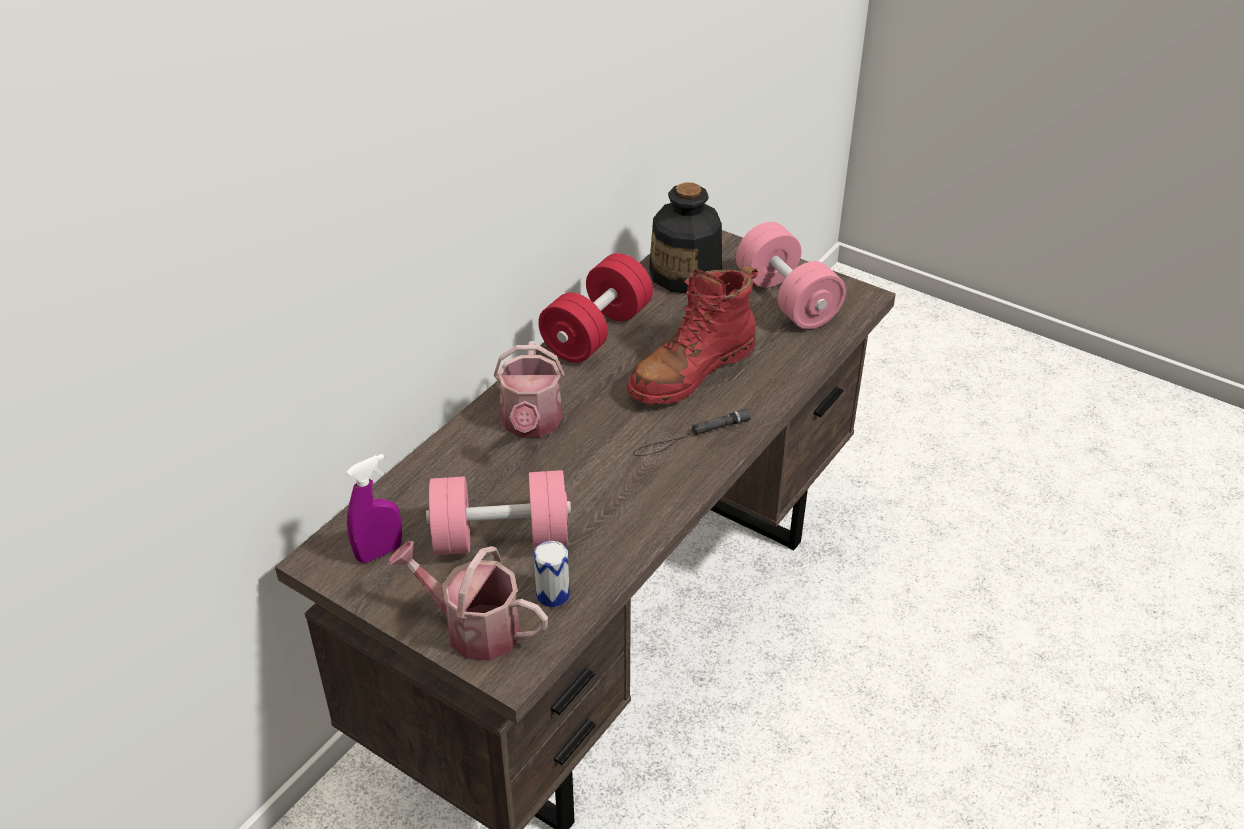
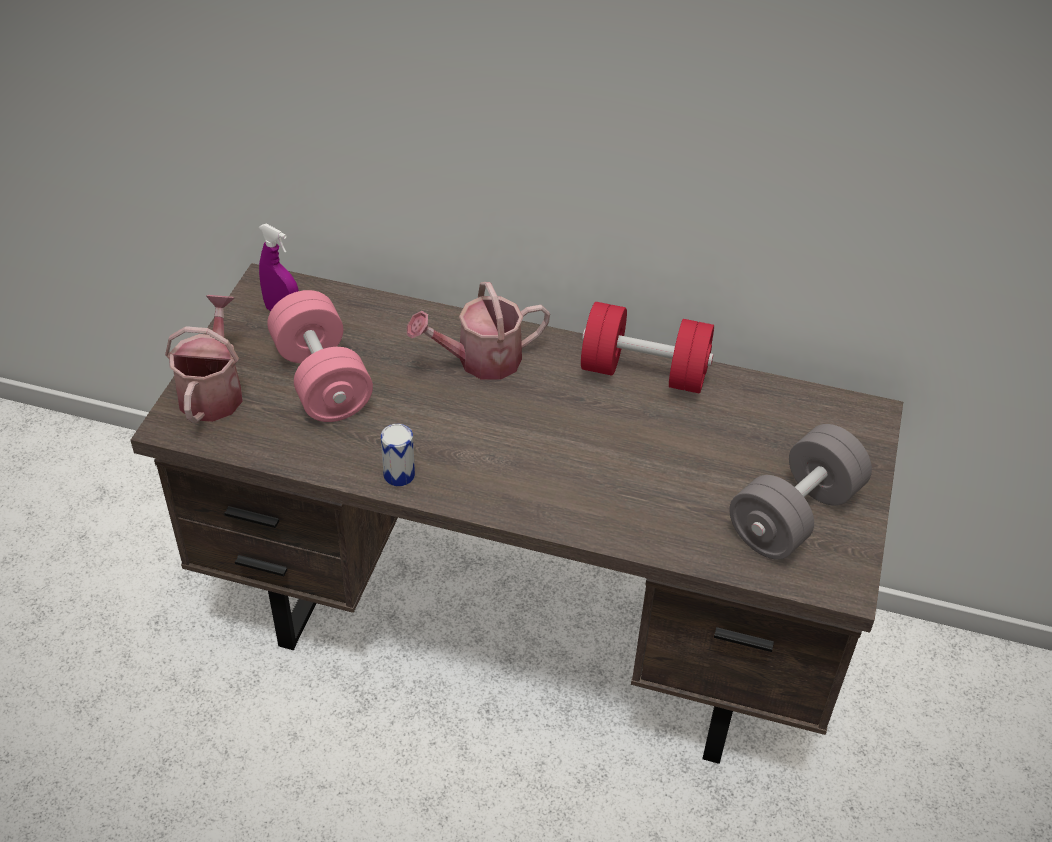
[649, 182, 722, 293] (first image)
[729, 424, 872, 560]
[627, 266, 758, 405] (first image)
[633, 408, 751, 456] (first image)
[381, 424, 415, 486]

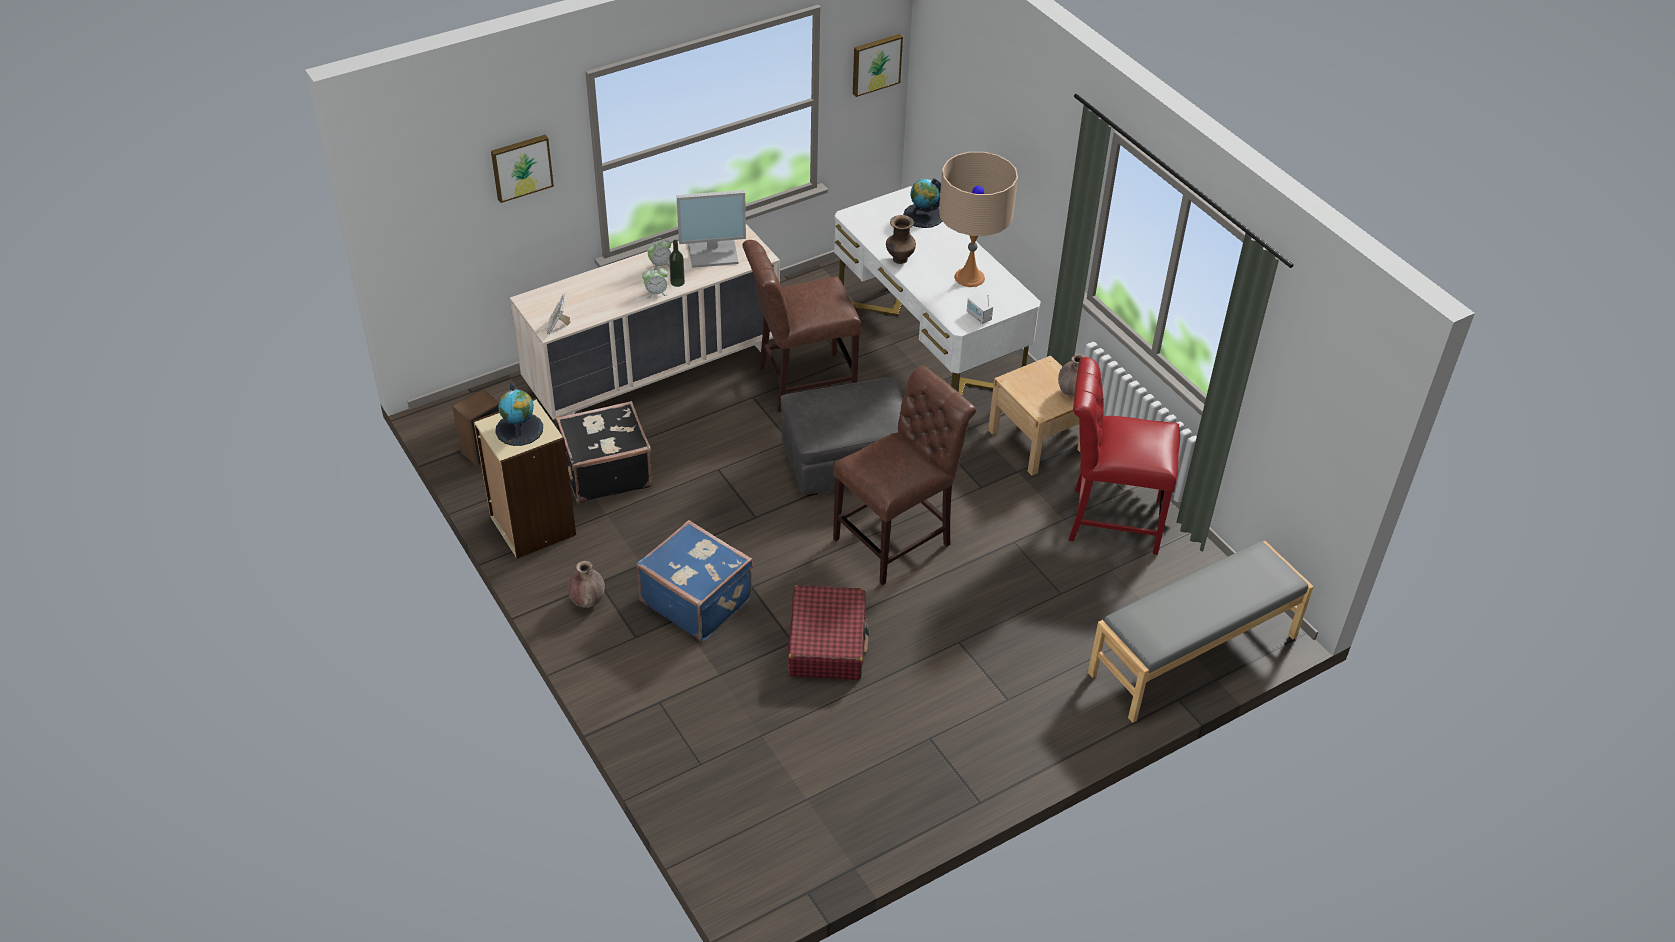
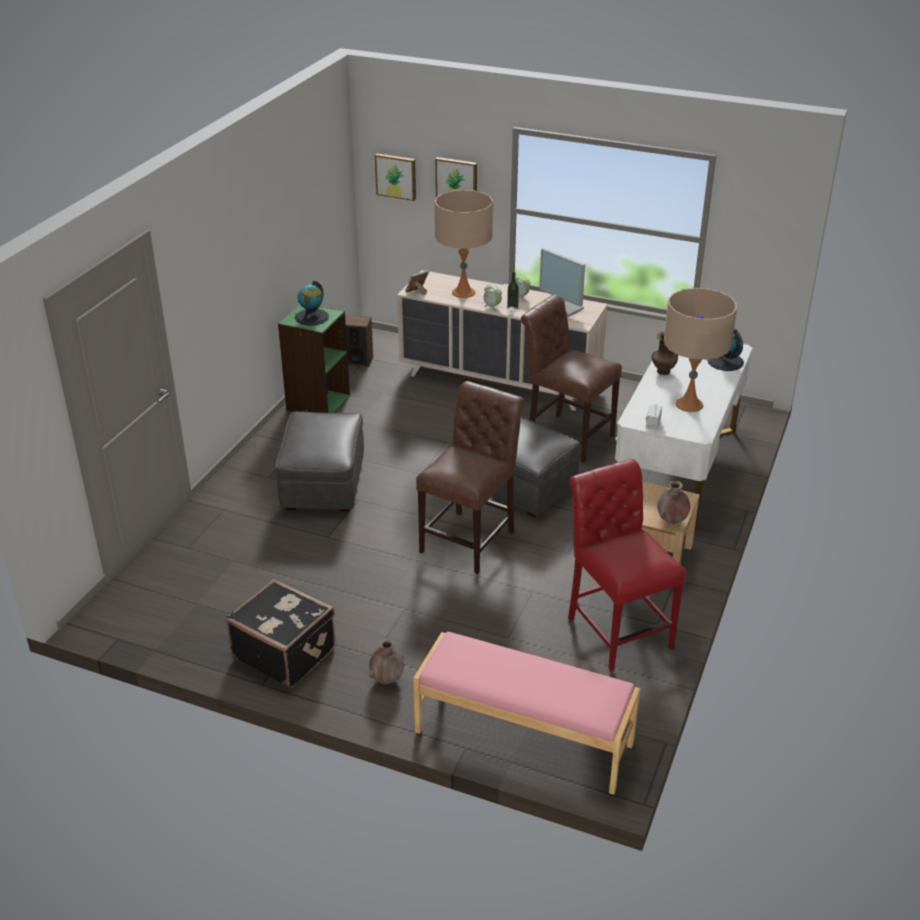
[375, 153, 416, 201]
[416, 381, 525, 574]
[278, 305, 350, 413]
[226, 579, 336, 688]
[275, 411, 364, 512]
[413, 632, 640, 795]
[369, 639, 404, 685]
[788, 585, 869, 680] (first image)
[435, 190, 493, 298]

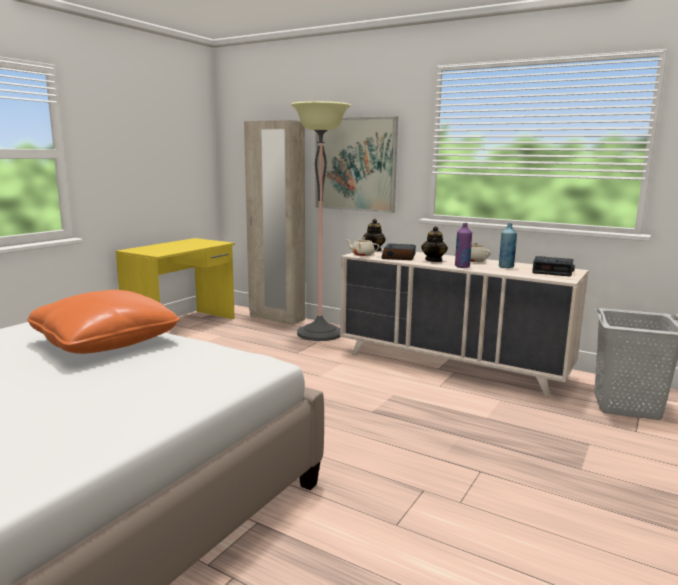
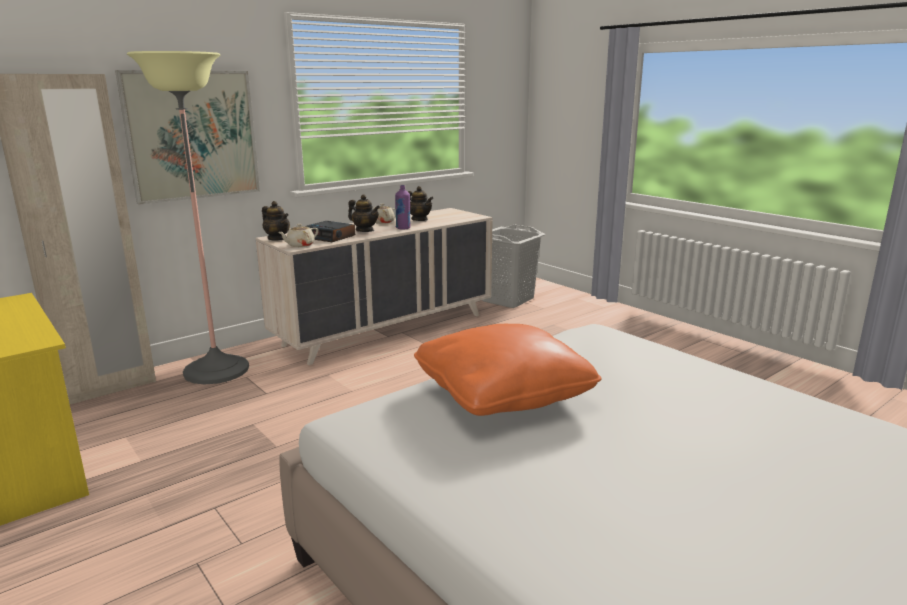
[408, 186, 433, 221]
[532, 256, 575, 276] (first image)

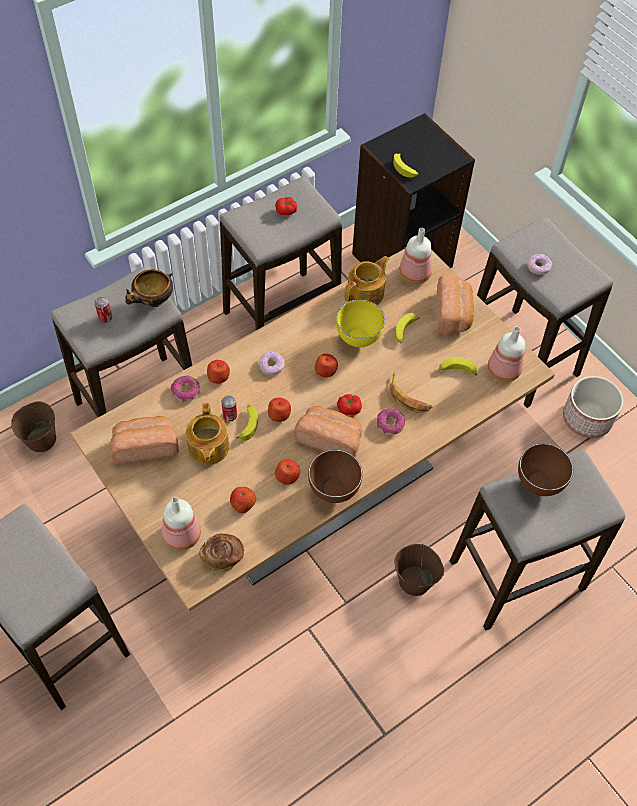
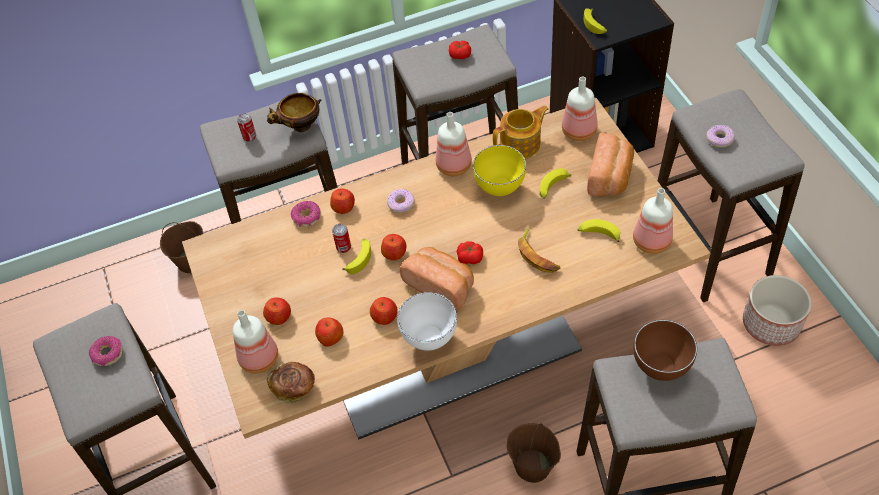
[263, 297, 291, 325]
[186, 403, 230, 465] (first image)
[89, 336, 123, 366]
[110, 416, 179, 464] (first image)
[397, 292, 457, 351]
[436, 112, 472, 176]

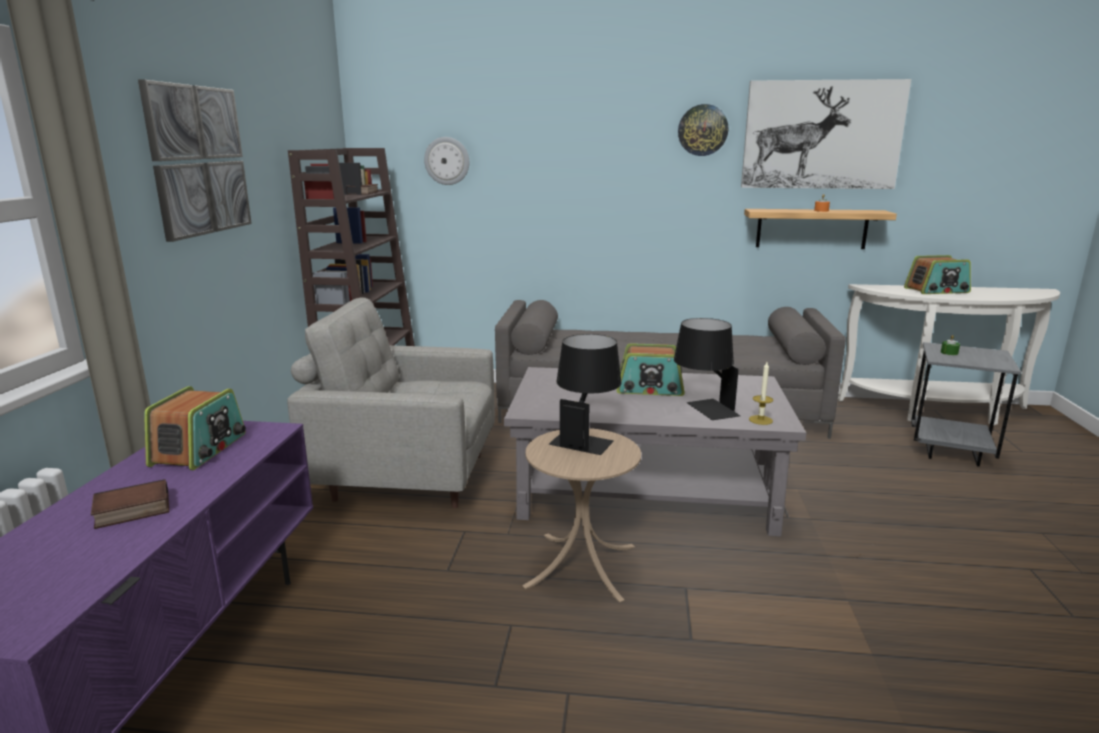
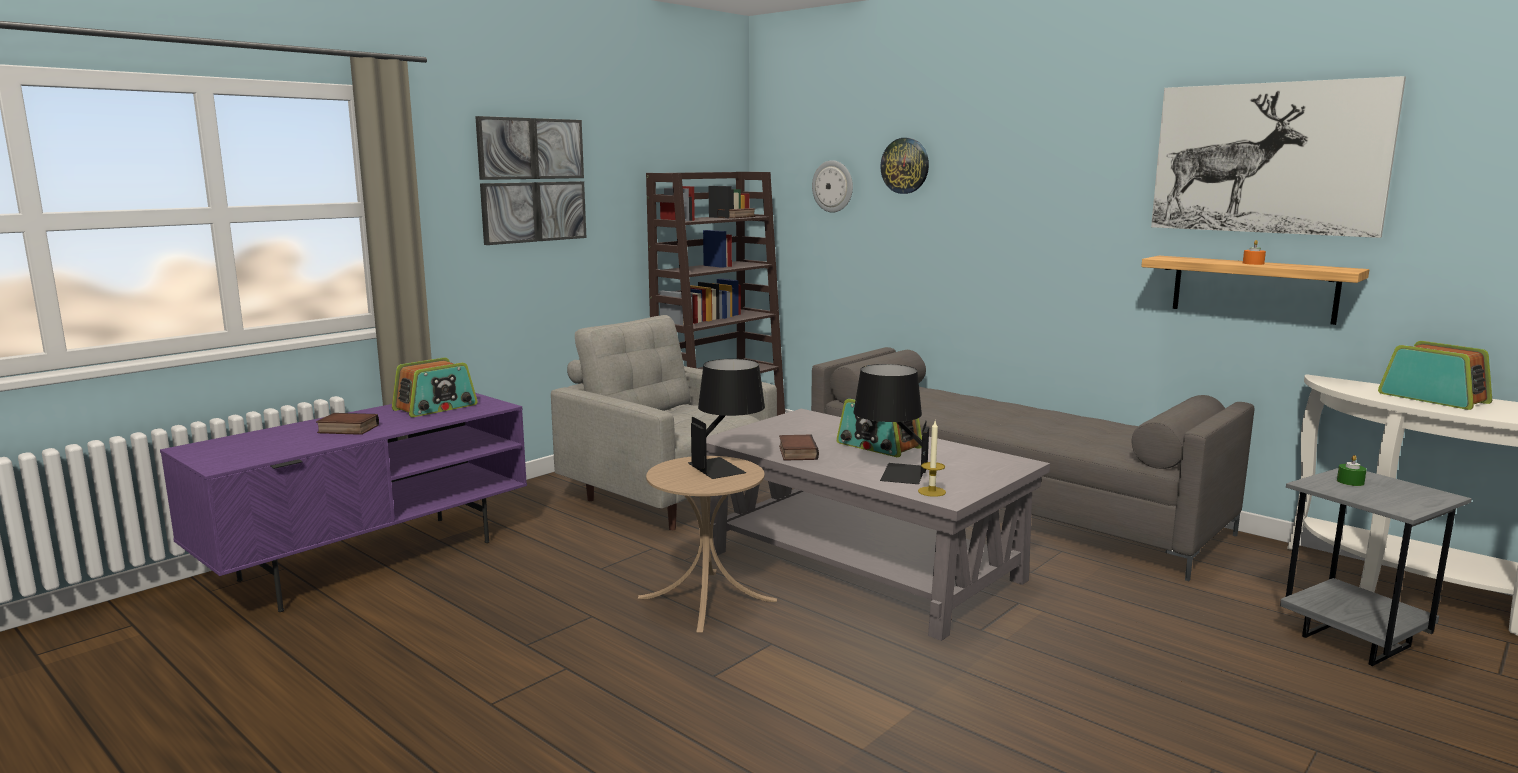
[880, 138, 929, 194]
[1378, 341, 1492, 410]
[779, 434, 819, 461]

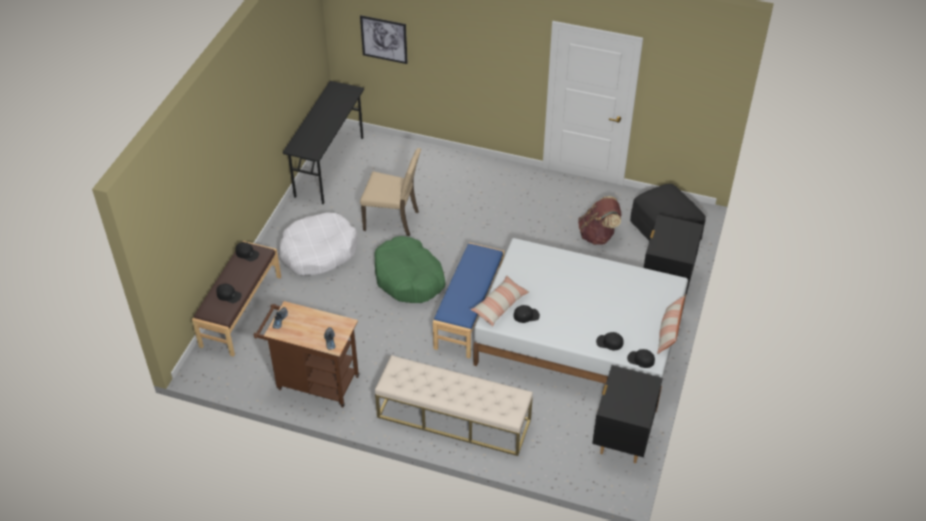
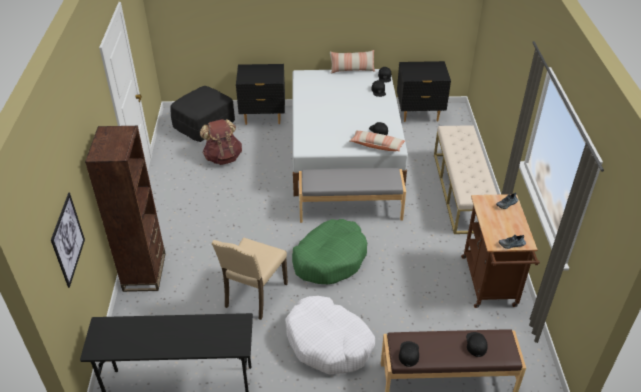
[212, 237, 288, 320]
[299, 168, 406, 223]
[85, 126, 166, 292]

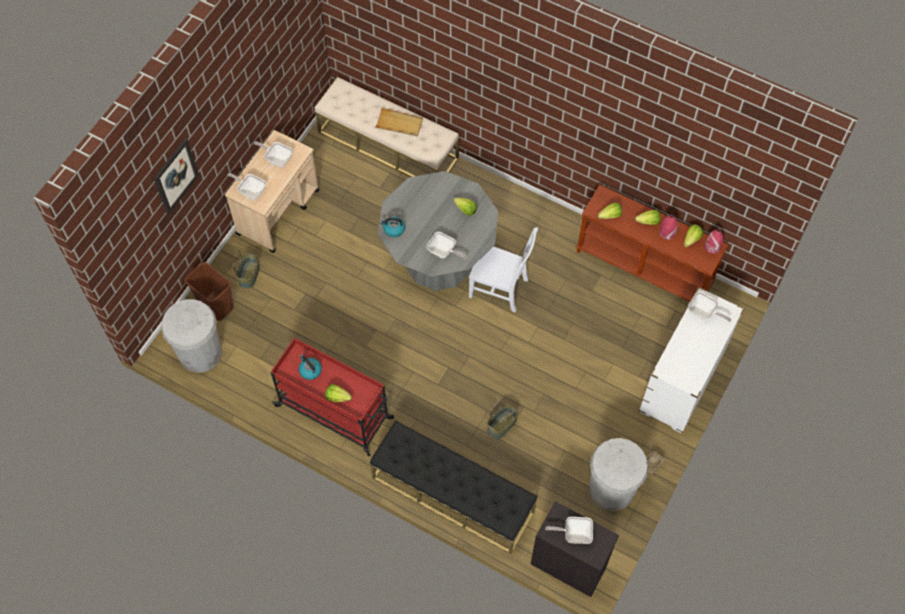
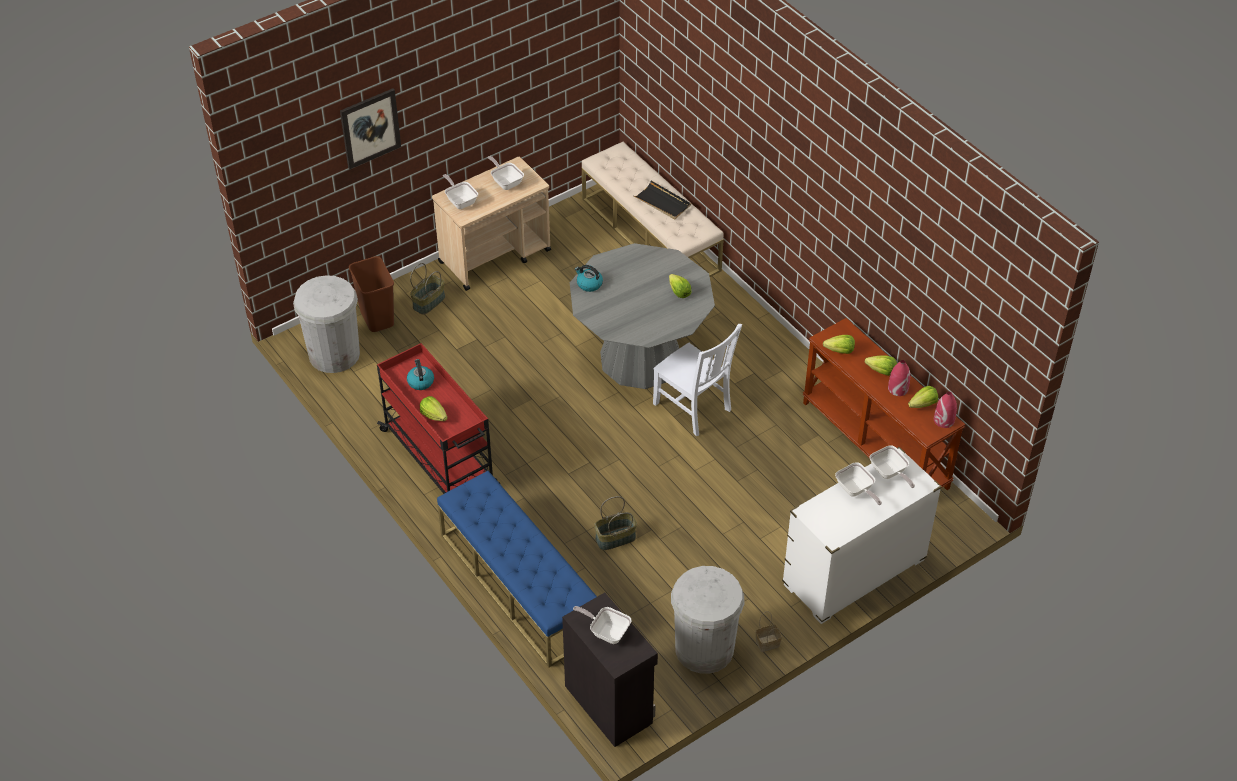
[633, 180, 691, 220]
[835, 462, 882, 505]
[437, 471, 597, 667]

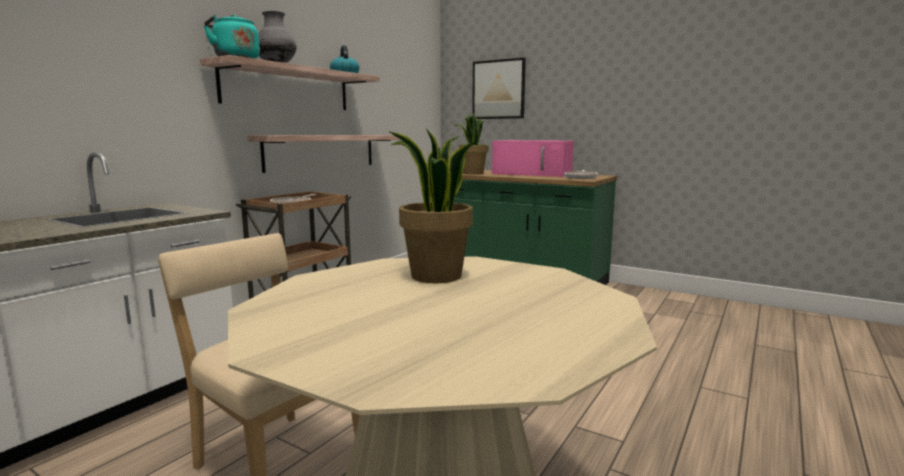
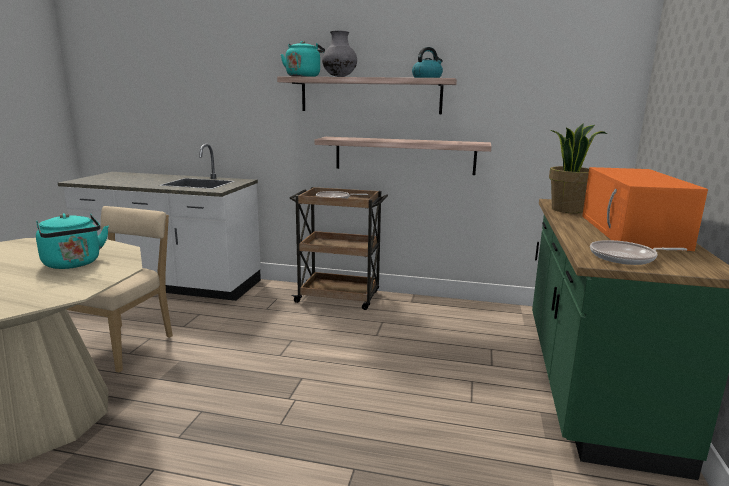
[472, 57, 526, 119] (first image)
[36, 213, 109, 269]
[582, 167, 708, 251]

